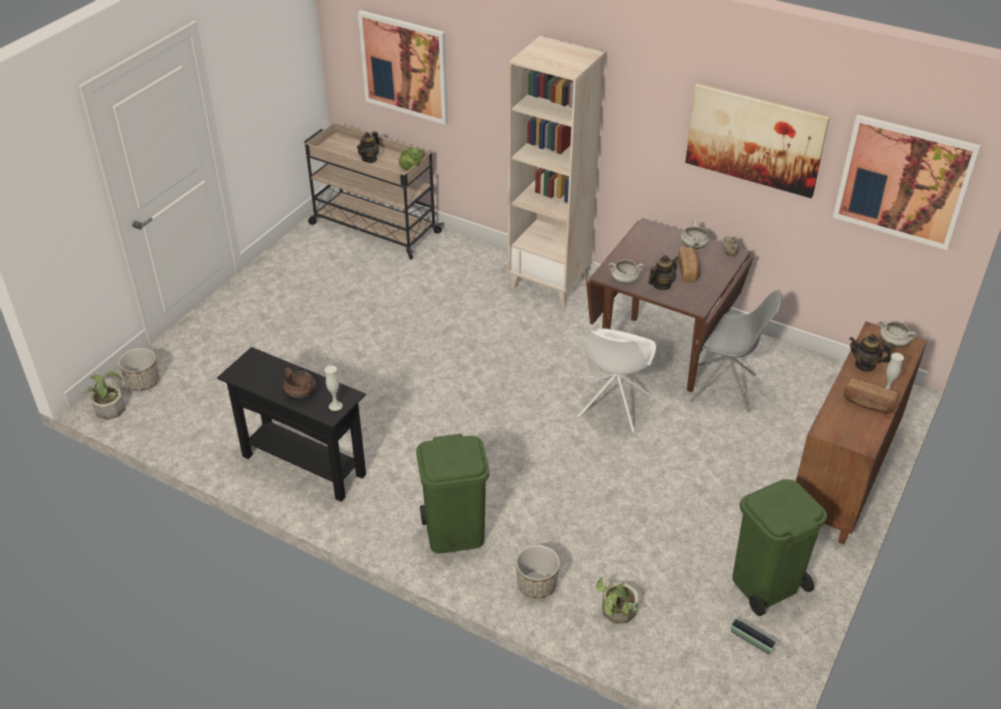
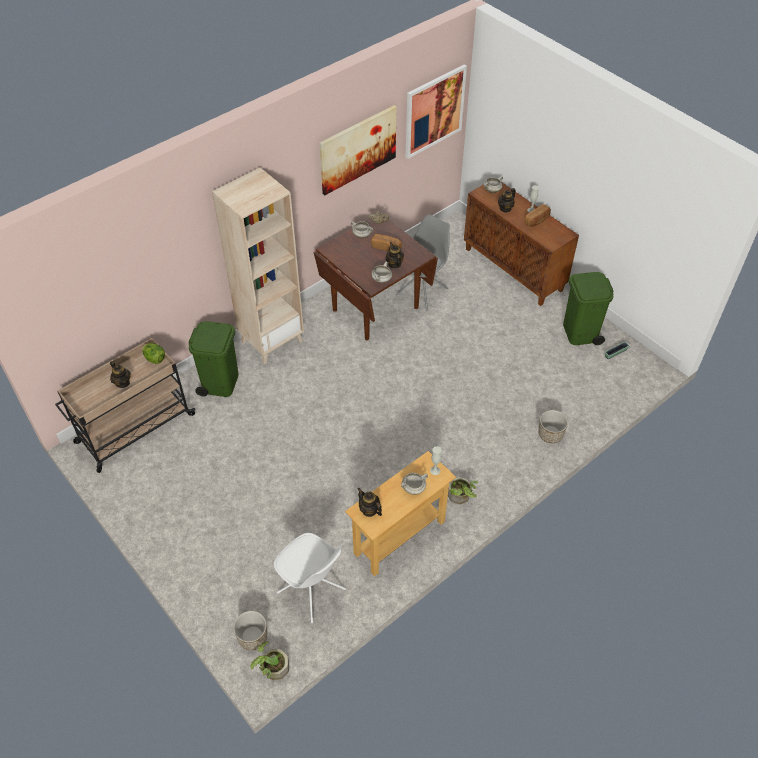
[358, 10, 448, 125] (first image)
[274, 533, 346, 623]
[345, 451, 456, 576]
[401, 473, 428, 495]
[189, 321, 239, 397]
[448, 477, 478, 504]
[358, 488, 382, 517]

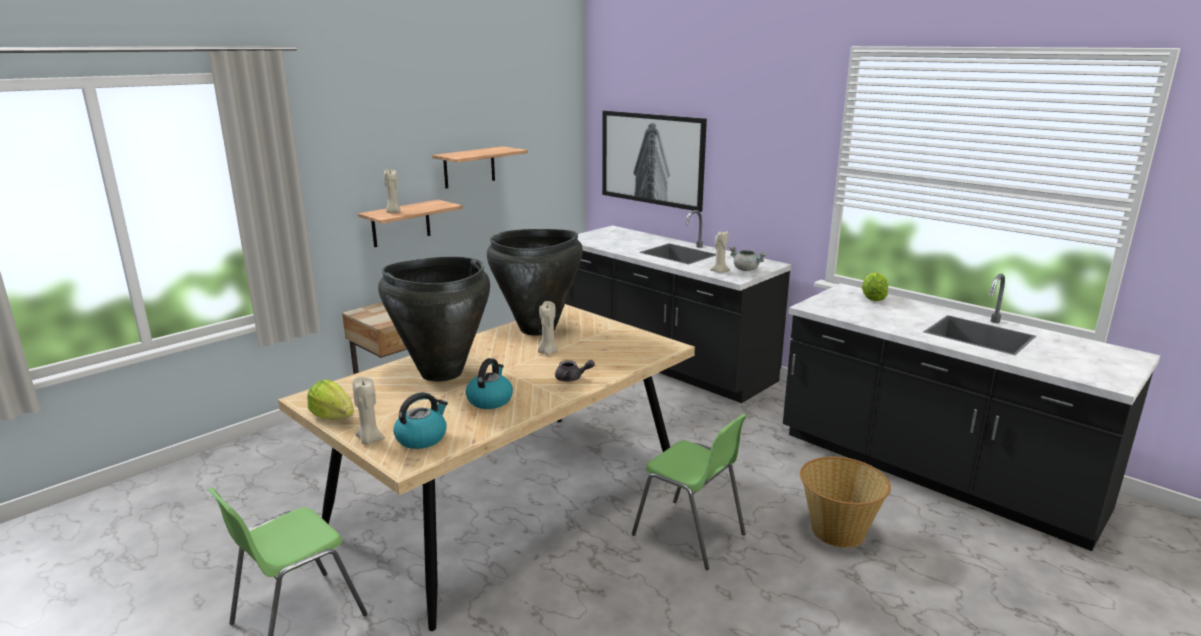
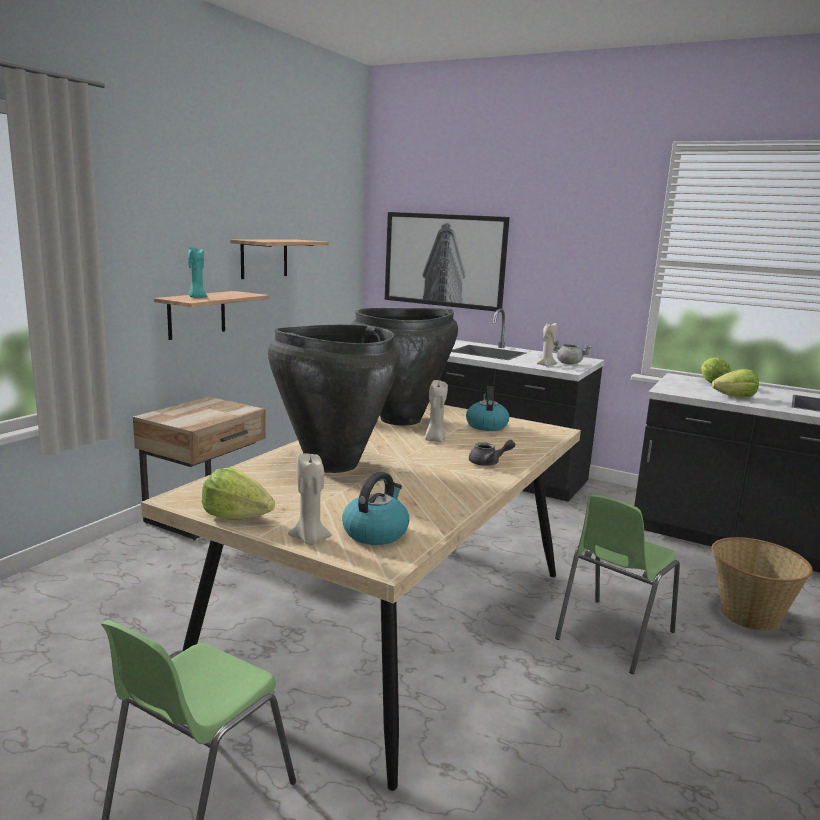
[188, 247, 207, 298]
[466, 386, 509, 431]
[555, 494, 680, 674]
[712, 369, 759, 398]

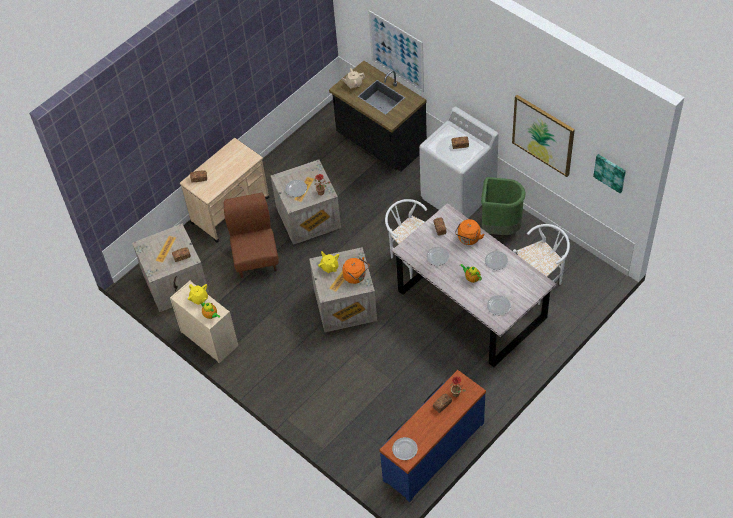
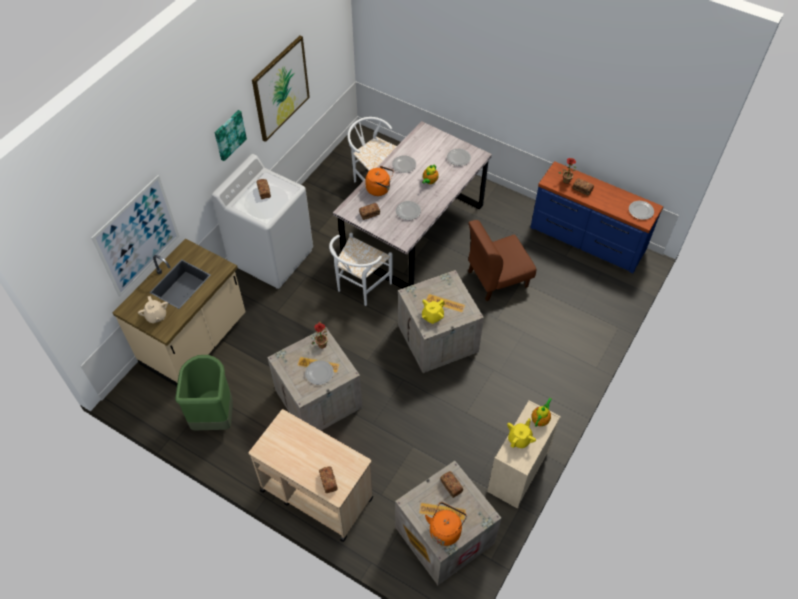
[113, 238, 246, 386]
[215, 110, 247, 161]
[175, 355, 233, 430]
[468, 220, 537, 301]
[425, 502, 467, 546]

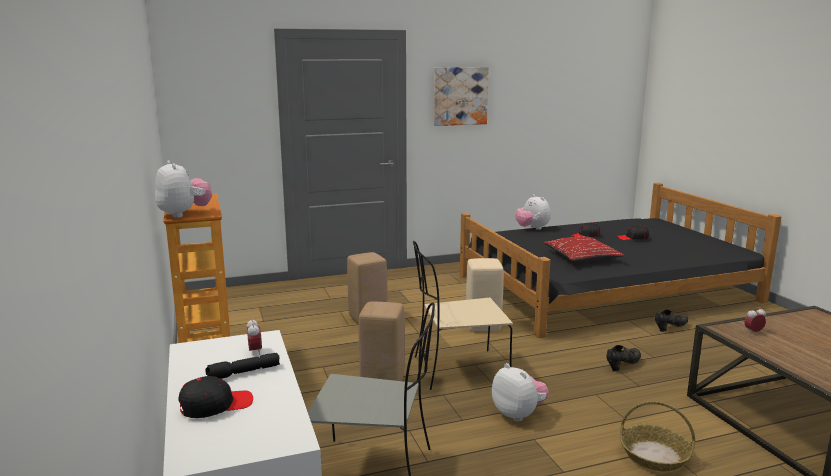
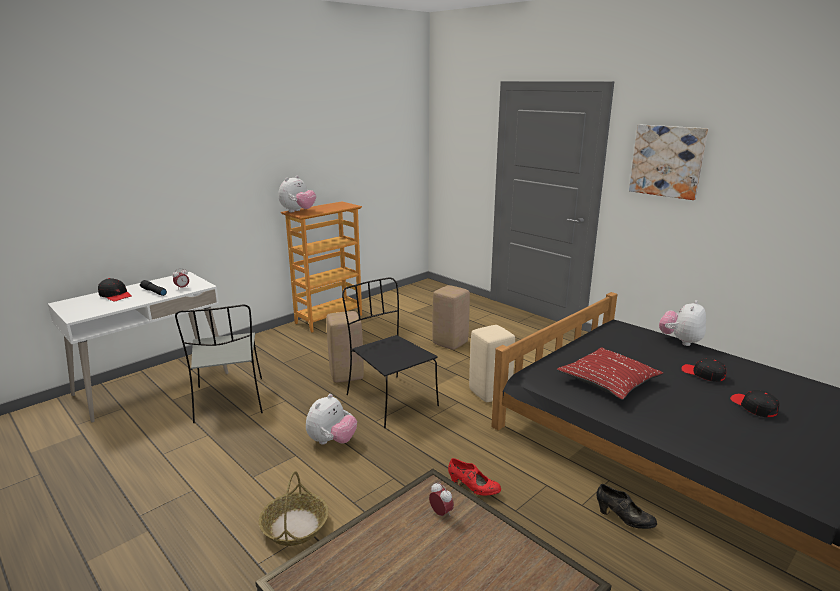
[342, 277, 439, 428]
[448, 458, 501, 495]

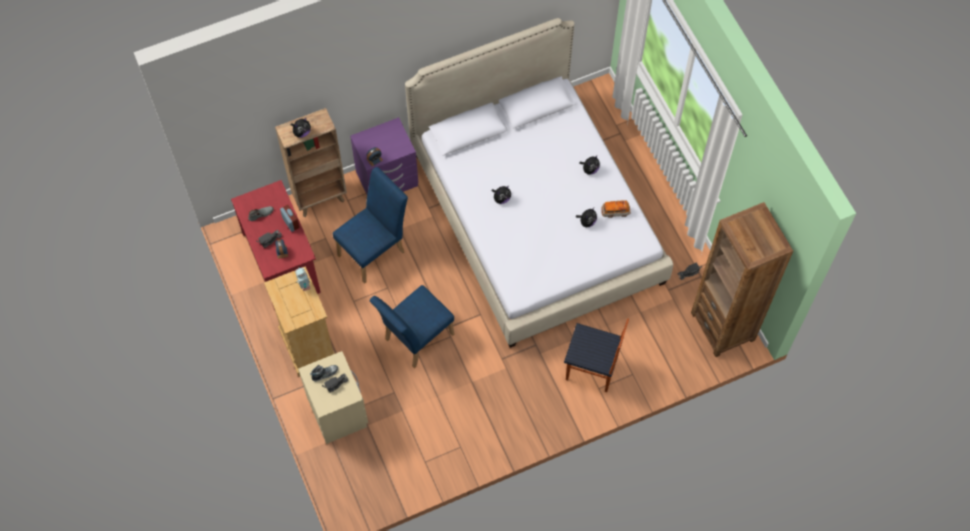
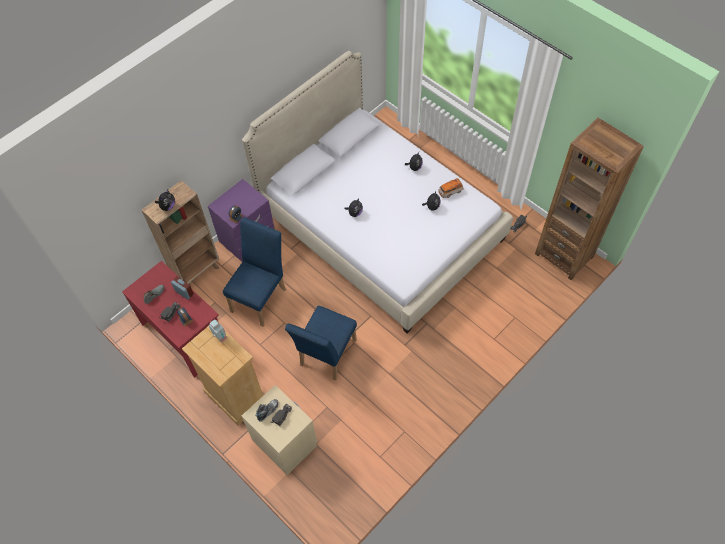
[564, 319, 629, 392] (first image)

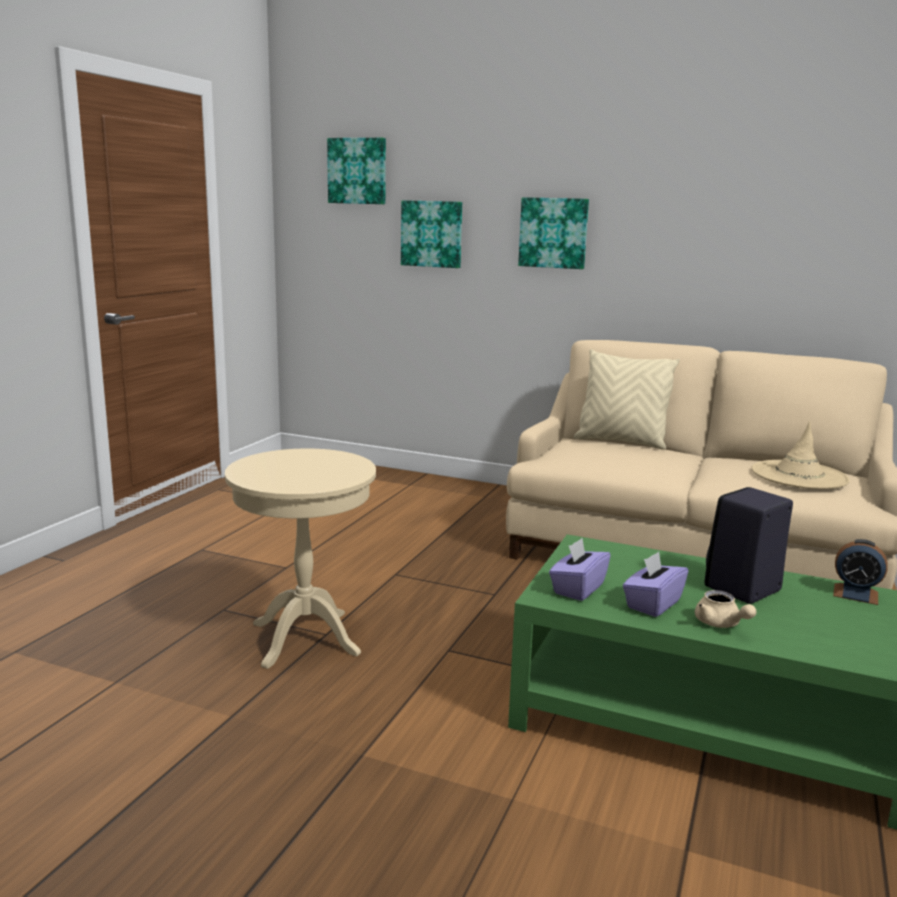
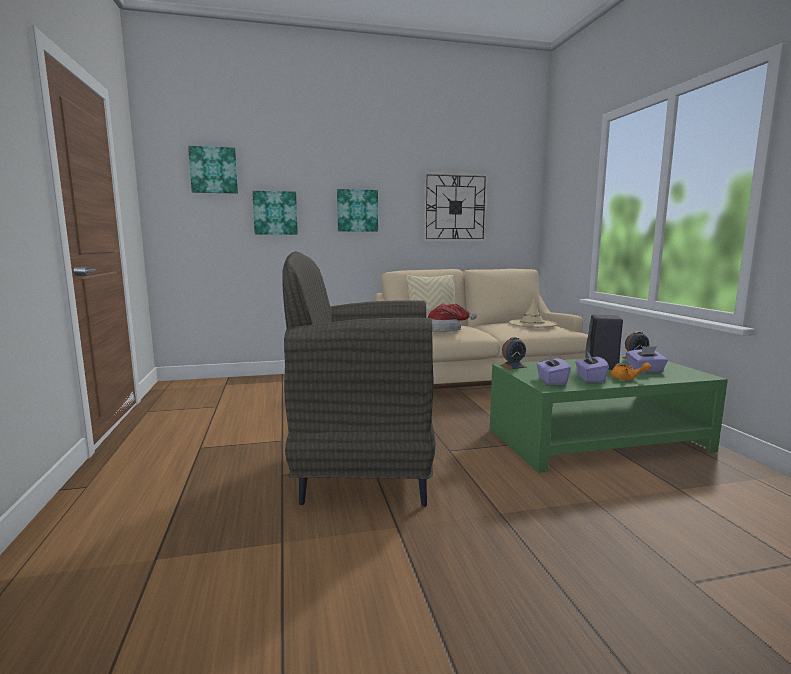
[282, 251, 436, 507]
[611, 363, 651, 380]
[423, 172, 488, 241]
[428, 304, 477, 332]
[500, 337, 527, 370]
[626, 346, 668, 373]

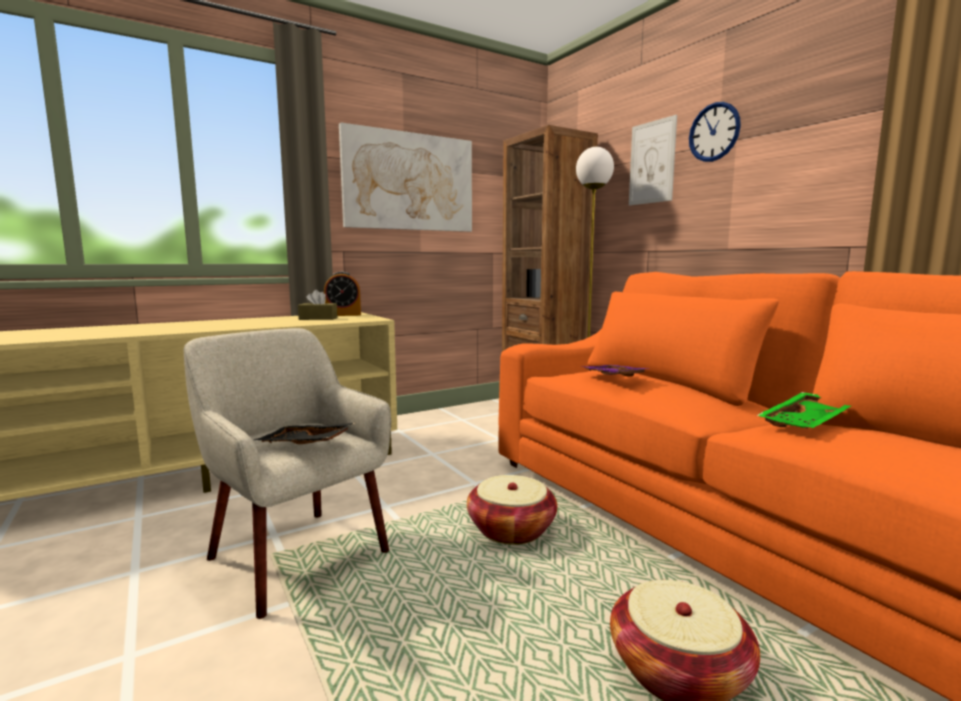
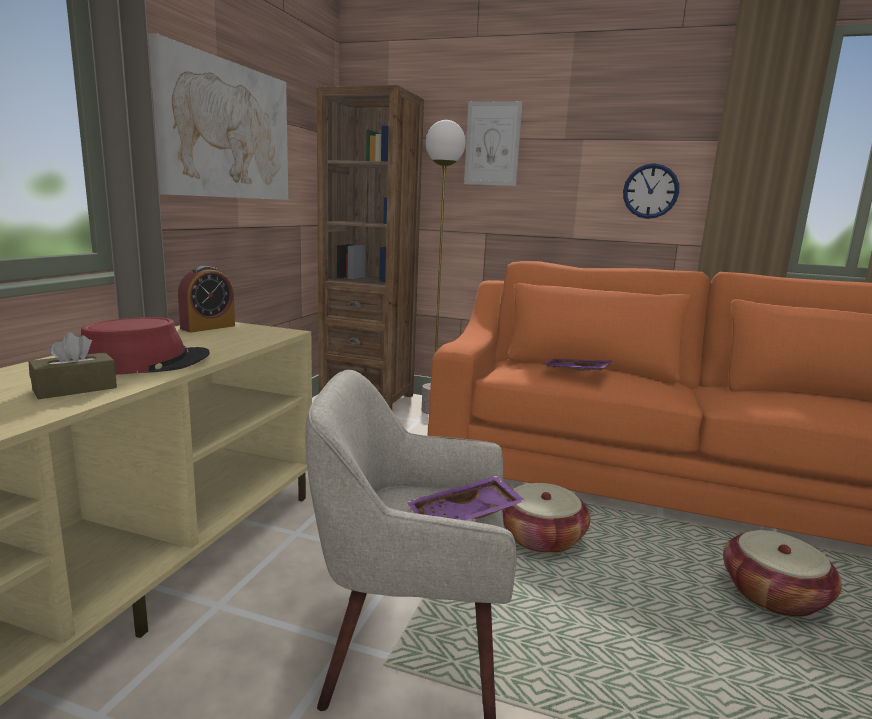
[623, 163, 679, 219]
[29, 332, 117, 399]
[756, 392, 851, 429] (first image)
[407, 476, 526, 520]
[81, 317, 210, 375]

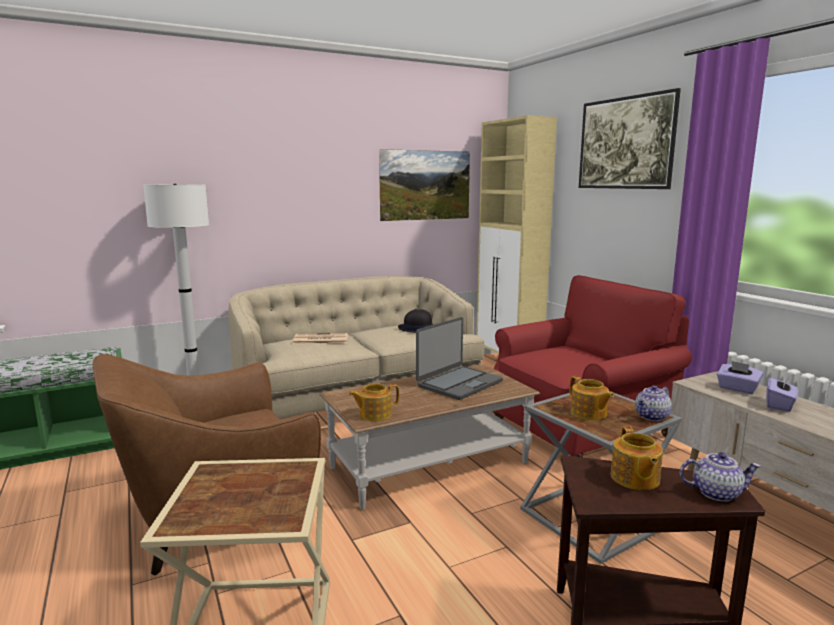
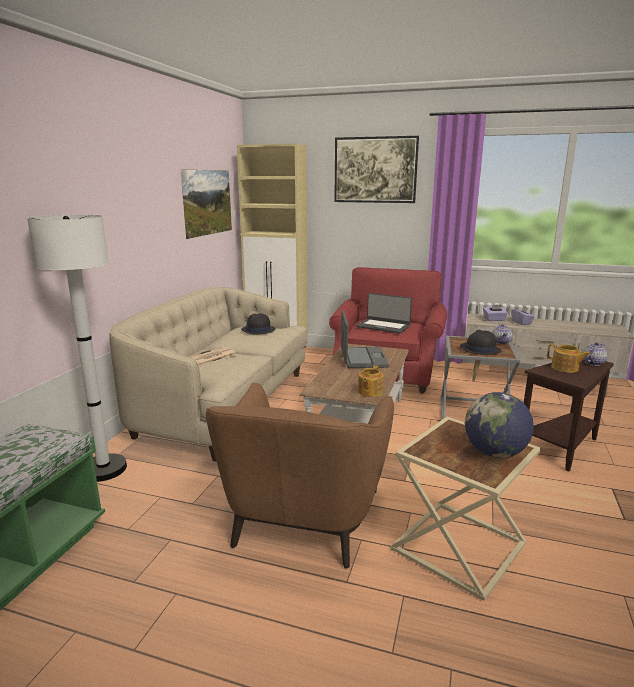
[460, 330, 502, 355]
[356, 293, 412, 333]
[465, 392, 534, 458]

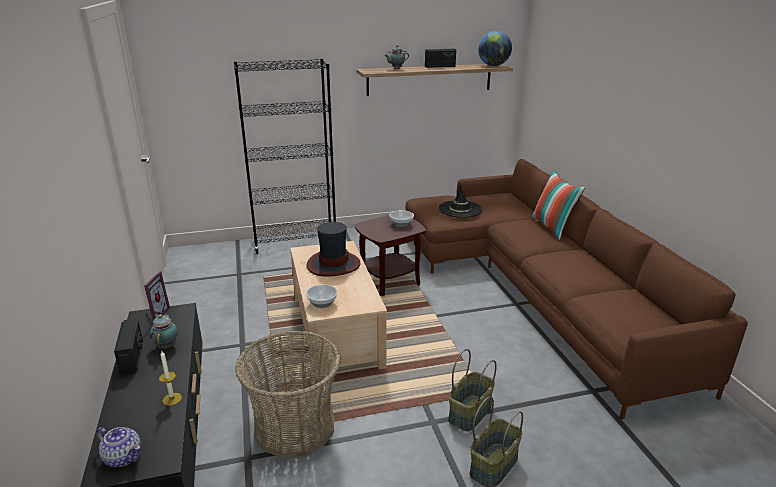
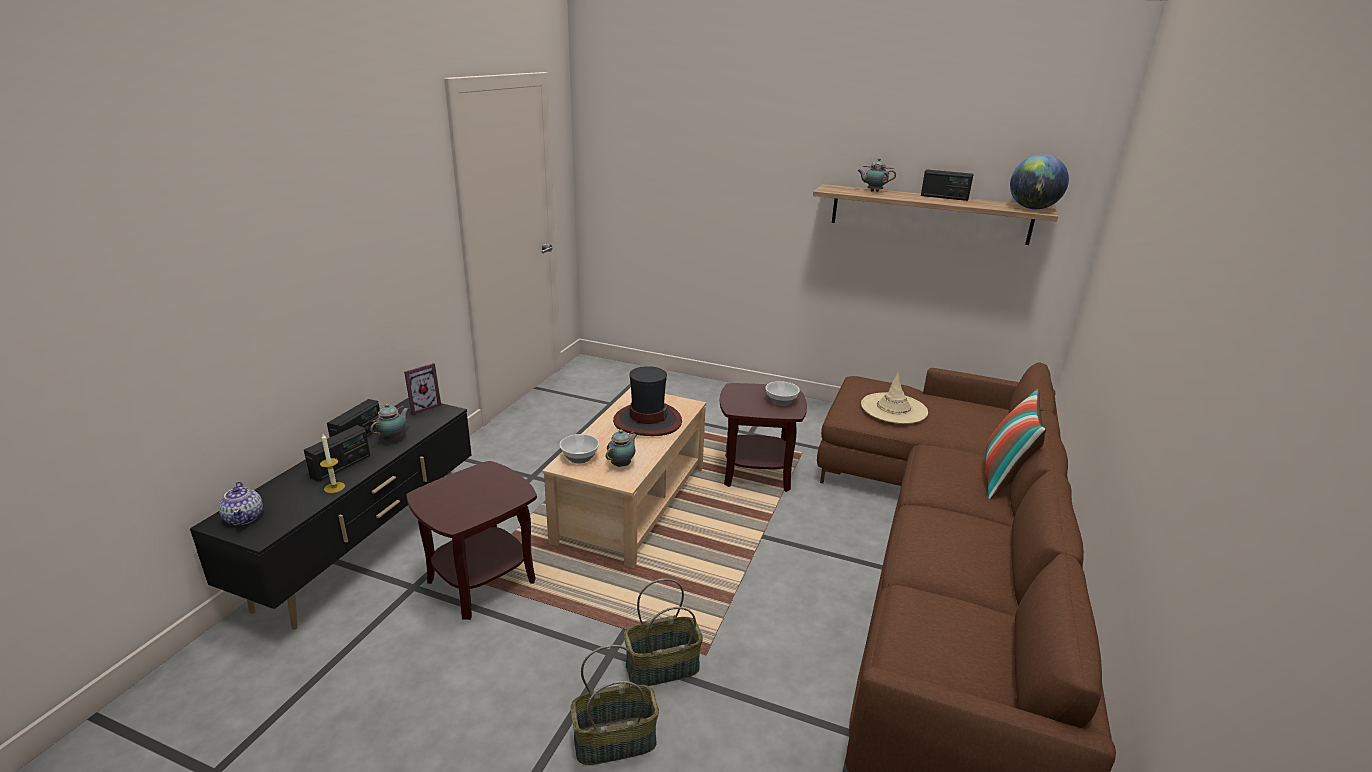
[234, 58, 336, 254] (first image)
[861, 372, 928, 424]
[406, 461, 537, 620]
[304, 425, 370, 482]
[606, 429, 637, 467]

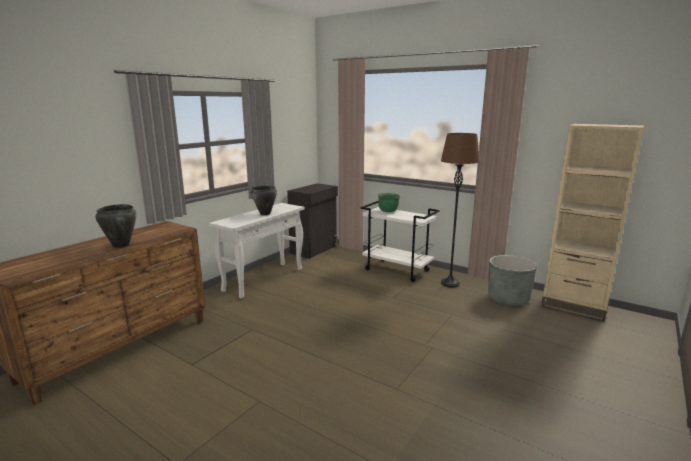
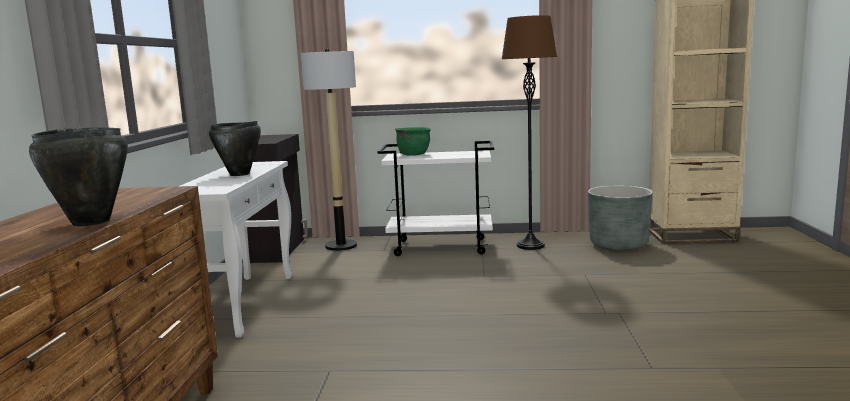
[300, 49, 357, 251]

